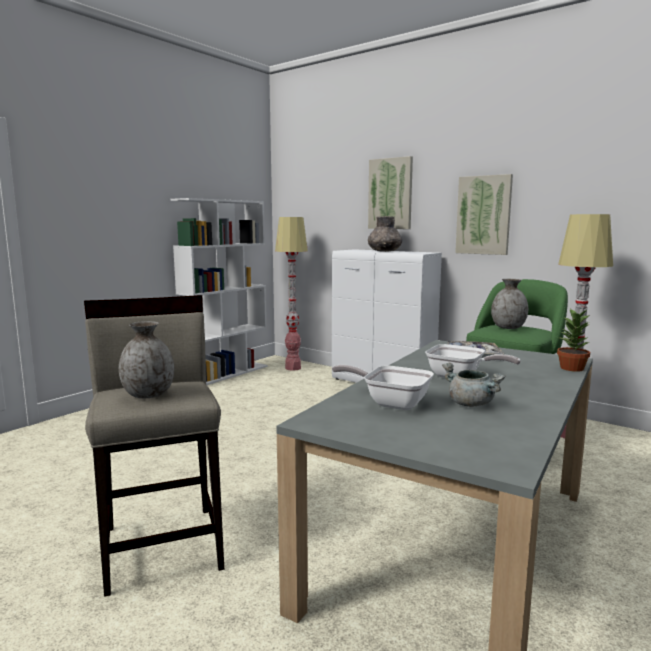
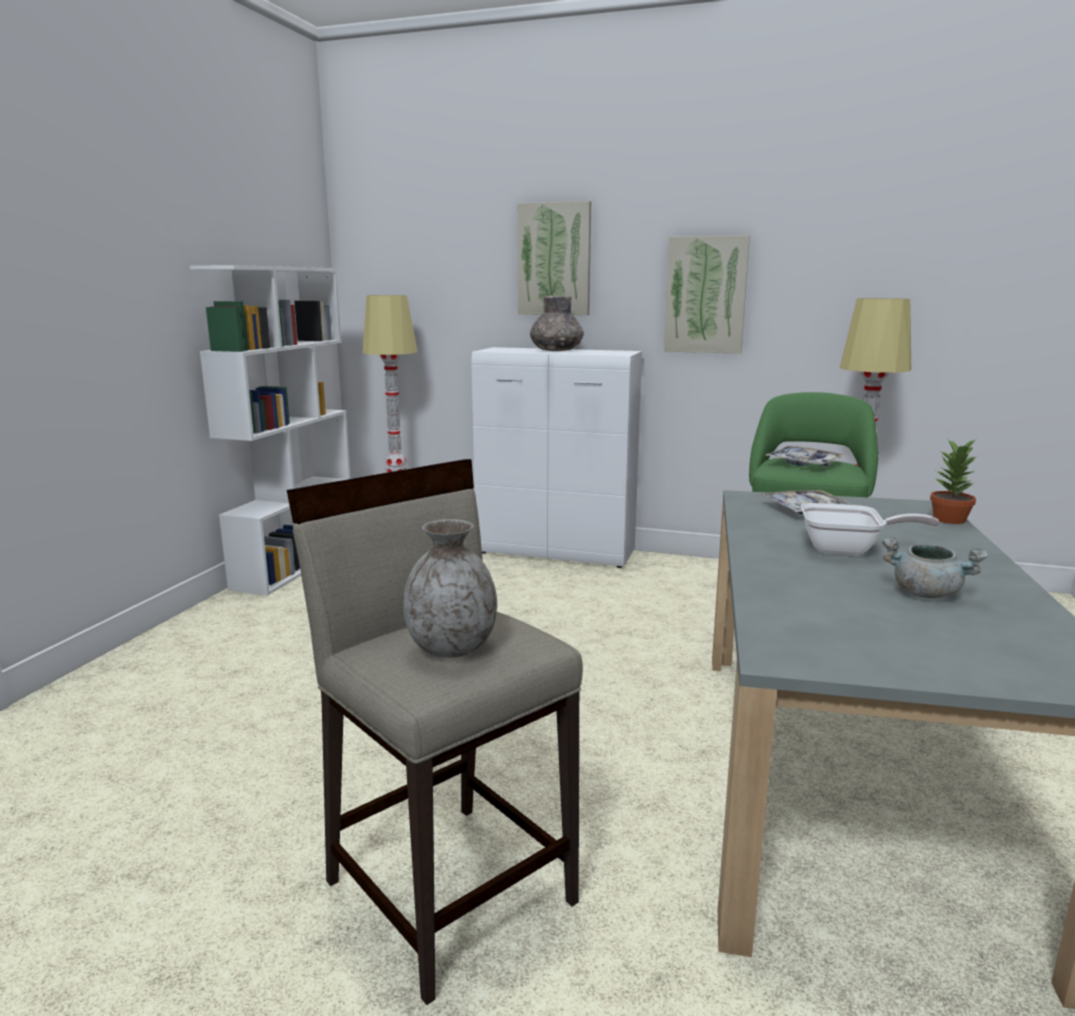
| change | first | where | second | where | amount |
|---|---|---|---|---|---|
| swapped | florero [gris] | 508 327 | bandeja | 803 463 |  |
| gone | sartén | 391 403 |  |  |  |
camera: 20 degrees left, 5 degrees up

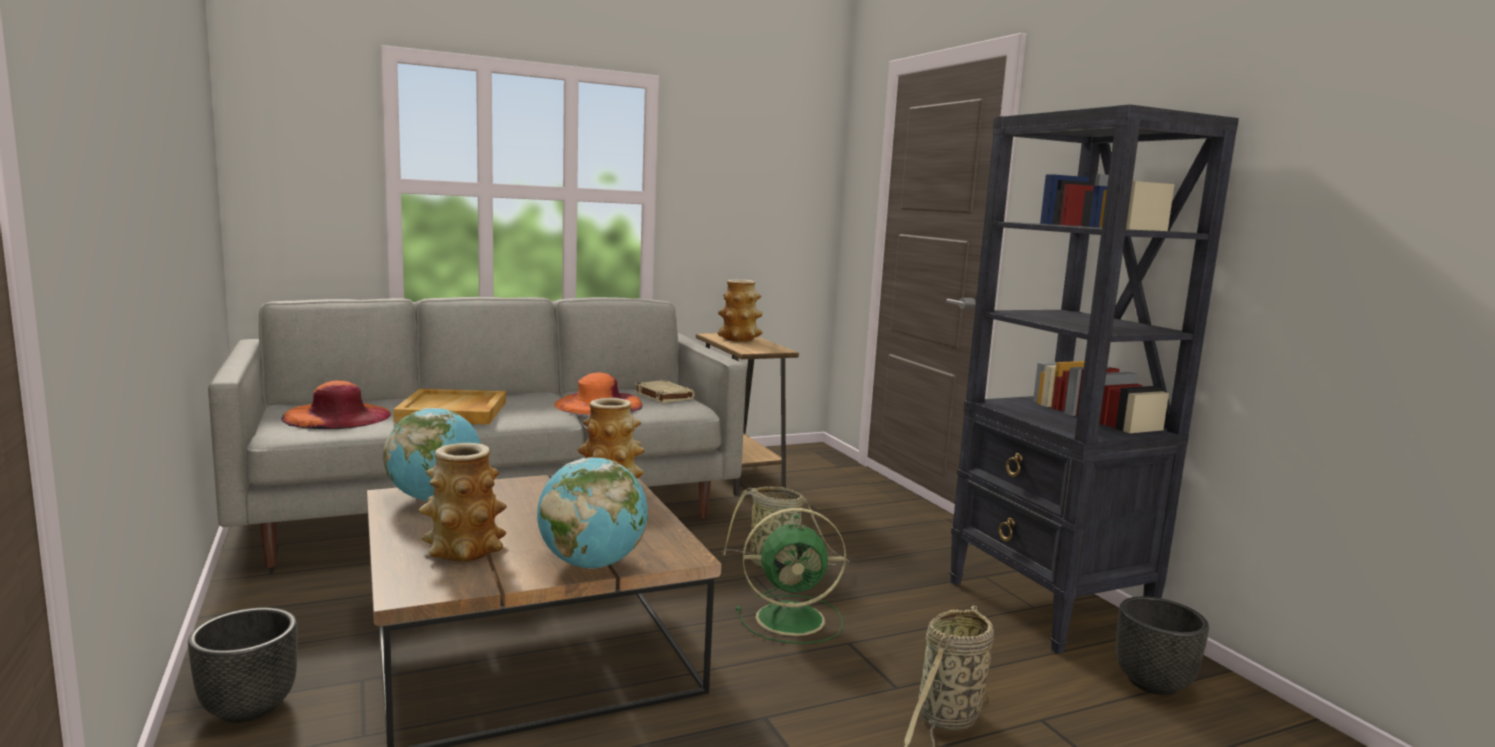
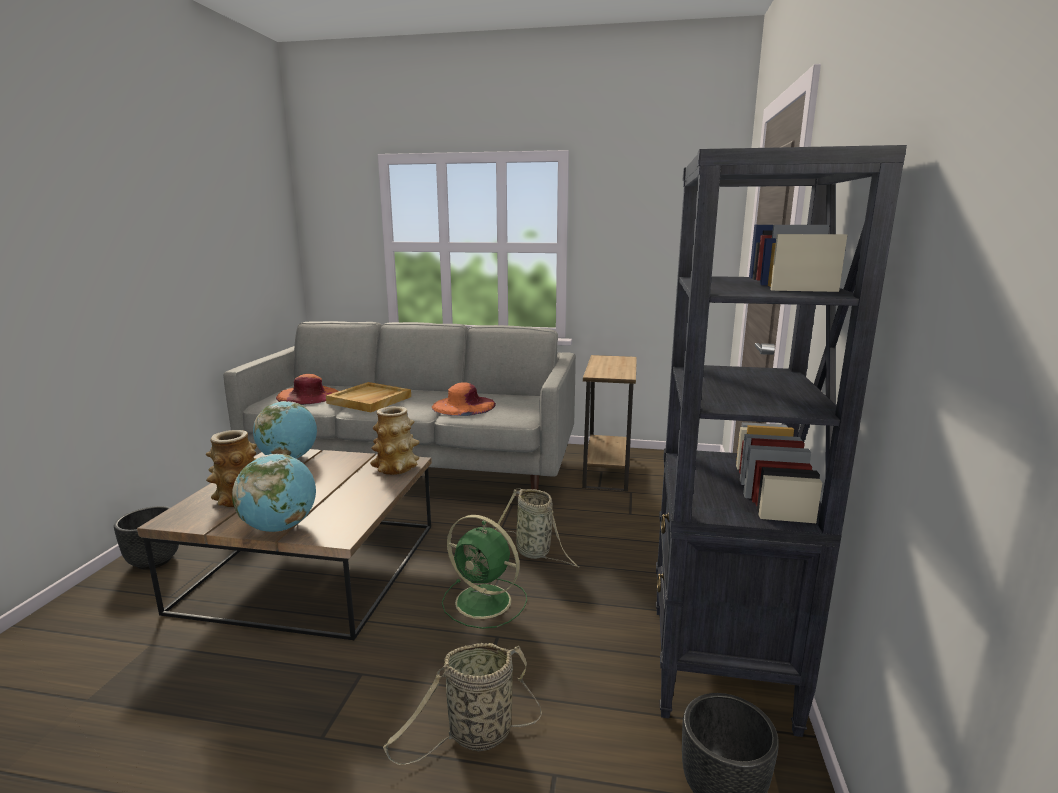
| change | first | where | second | where | amount |
|---|---|---|---|---|---|
| gone | florero | 739 339 |  |  |  |
| gone | libro [beis] | 663 396 |  |  |  |
camera: 35 degrees right, 5 degrees up

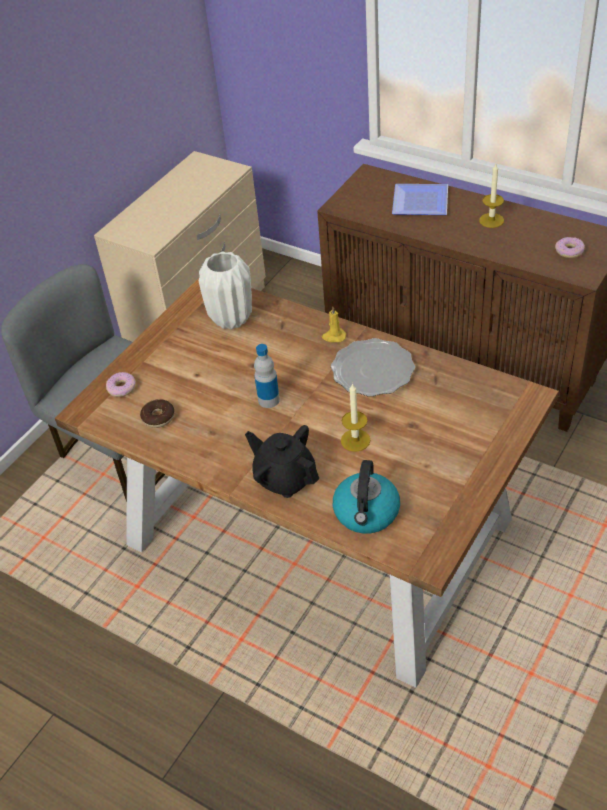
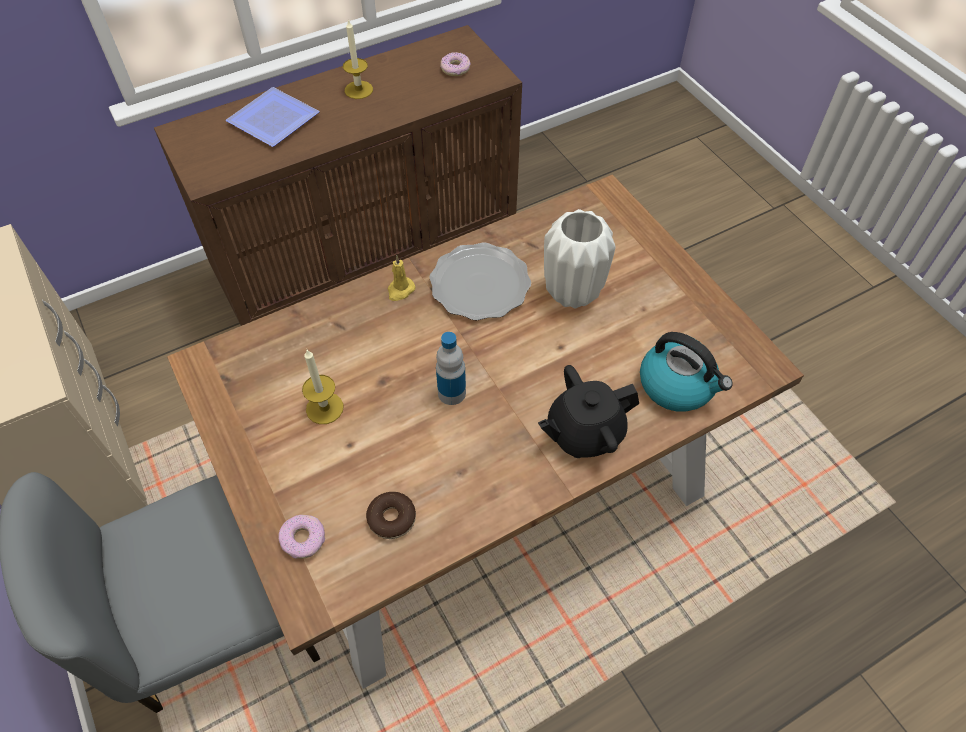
| change | first | where | second | where | amount |
|---|---|---|---|---|---|
| shifted | florero [blanco] | 231 319 |  | 571 292 |  |
| shifted | vela | 355 440 |  | 324 408 |  |
camera: 65 degrees left, 10 degrees up

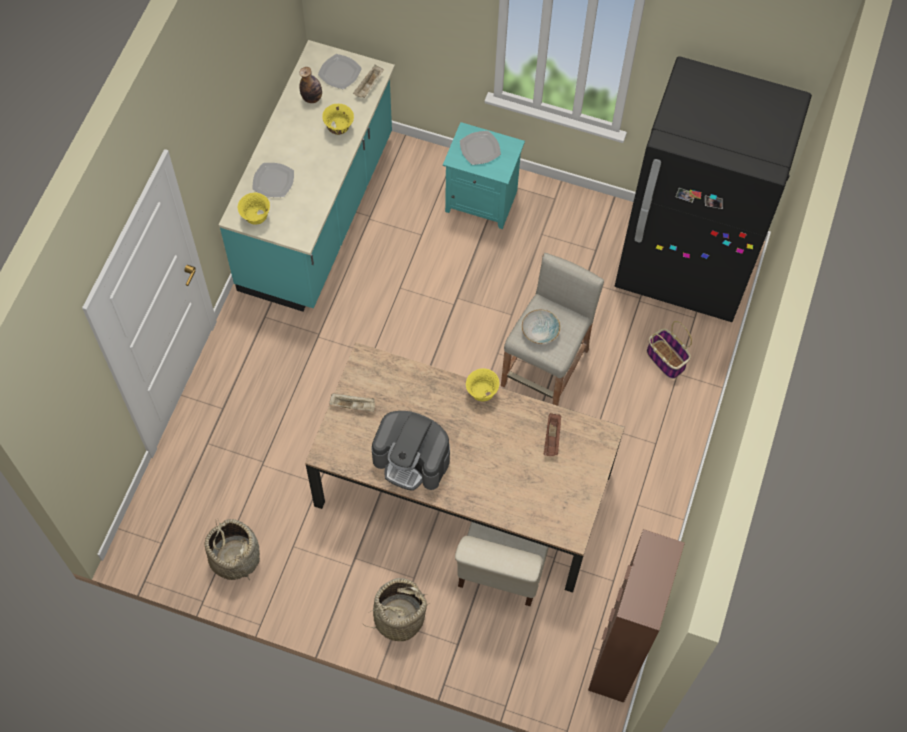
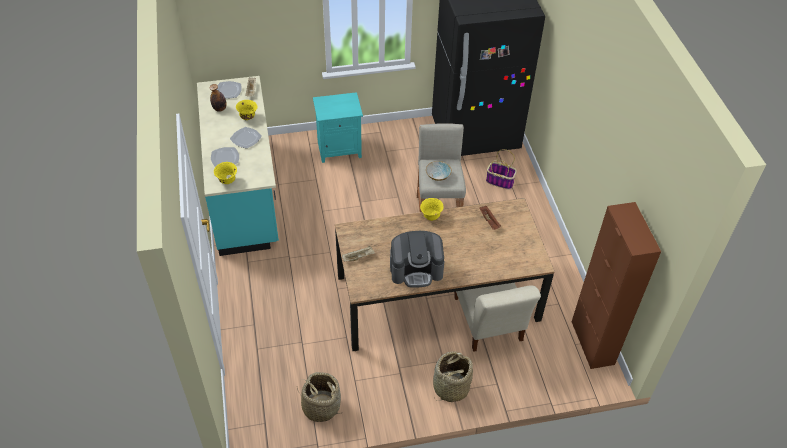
| change | first | where | second | where | amount |
|---|---|---|---|---|---|
| shifted | plato | 479 148 |  | 245 138 |  |
camera: 30 degrees left, 15 degrees down

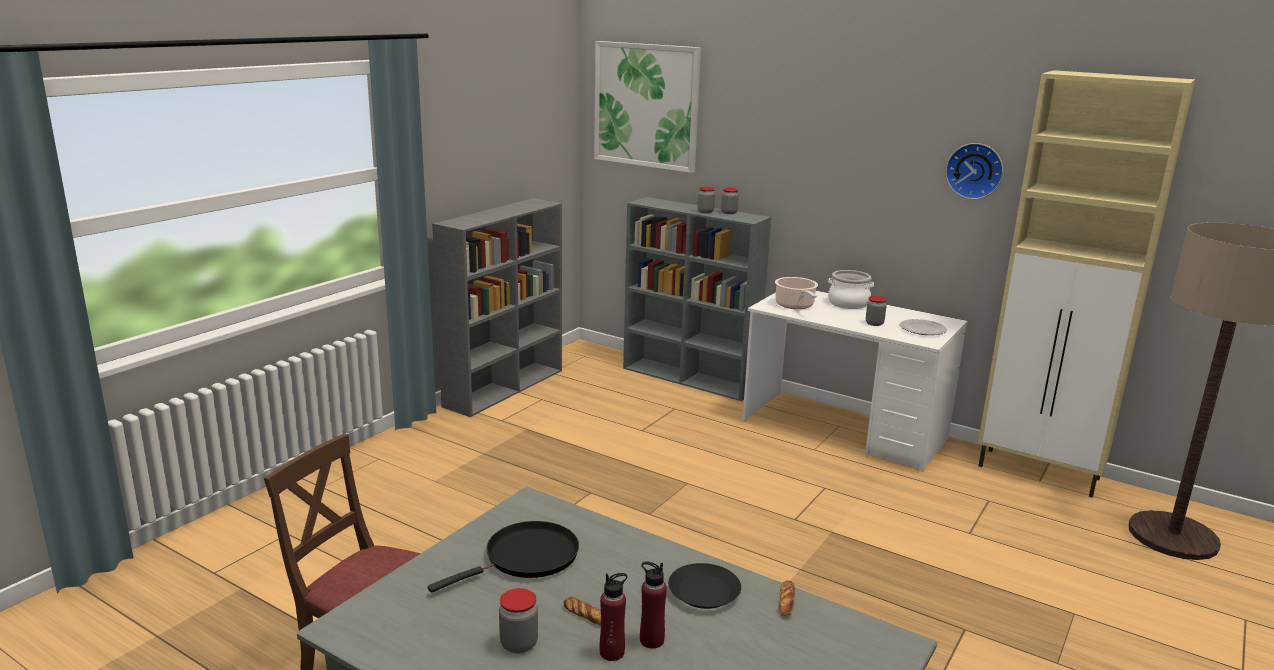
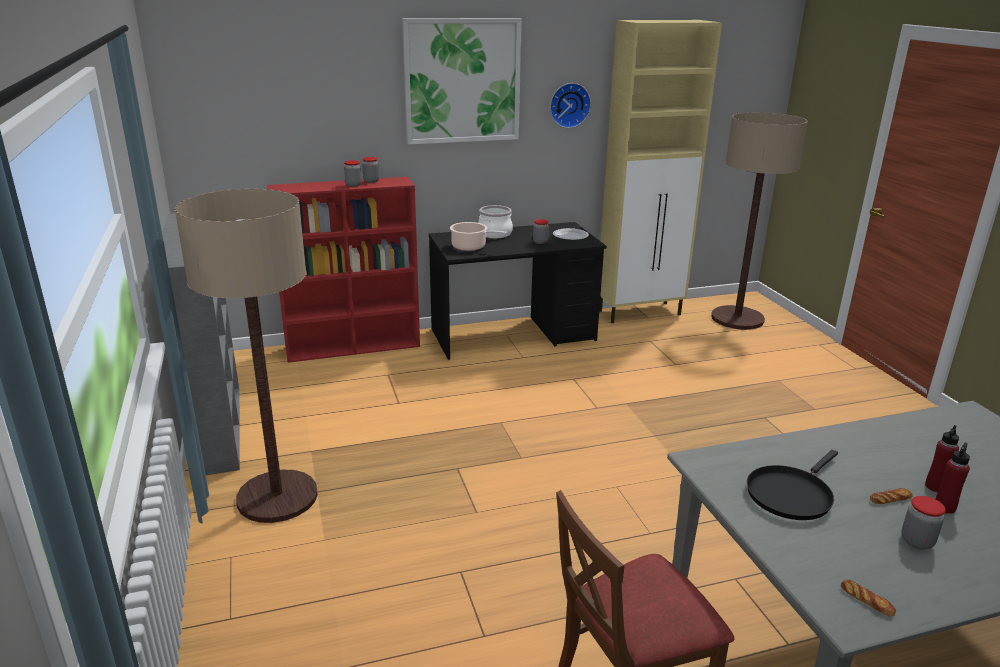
| change | first | where | second | where | amount |
|---|---|---|---|---|---|
| shifted | cuadro | 646 105 |  | 462 81 |  |
| repainted | estantería [gris] | 690 379 | estantería [rojo] | 354 346 |  |
| repainted | escritorio [blanco] | 844 430 | escritorio [negro] | 513 335 |  |
| rotated | sartén [negro] | 526 558 |  | 790 494 | 135 degrees counterclockwise |
| gone | plato [negro] | 703 592 |  |  |  |
| shifted | pan | 786 602 |  | 866 601 |  |
| new |  |  | lámpara de pie | 277 497 |  |
camera: 50 degrees left, 5 degrees up

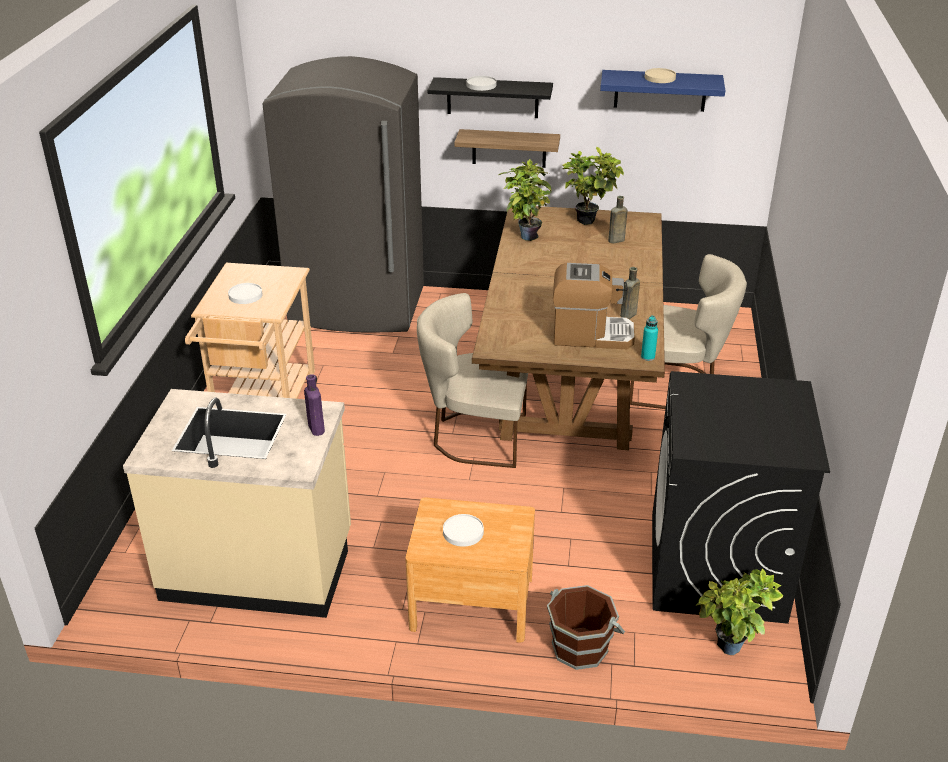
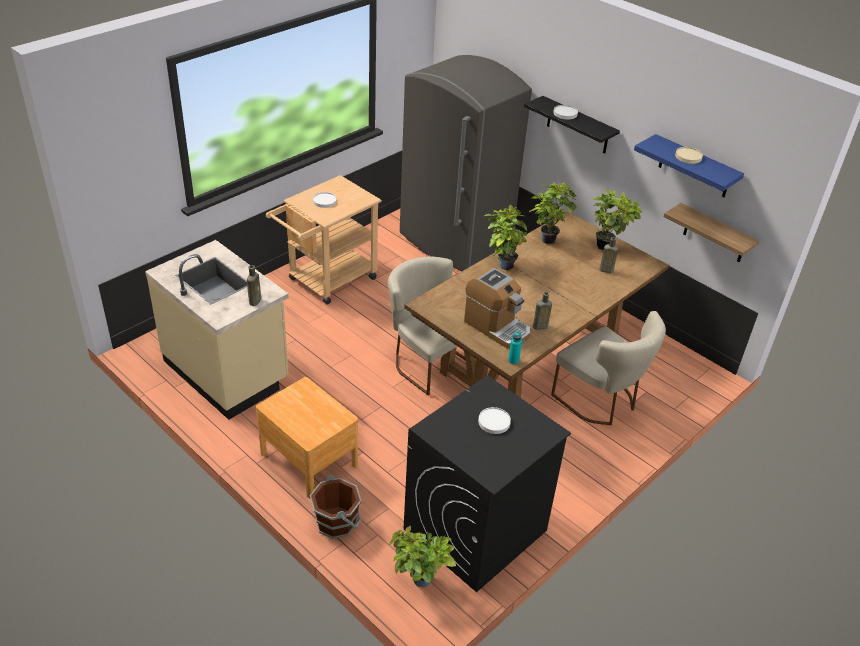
| change | first | where | second | where | amount |
|---|---|---|---|---|---|
| shifted | estante | 509 148 |  | 715 234 |  |
| repainted | botella [morado] | 315 428 | botella [marrón] | 255 300 |  |
| shifted | plato [blanco] | 463 532 |  | 494 422 |  |
| new |  |  | planta en maceta | 502 264 |  |
camera: 35 degrees right, 5 degrees up

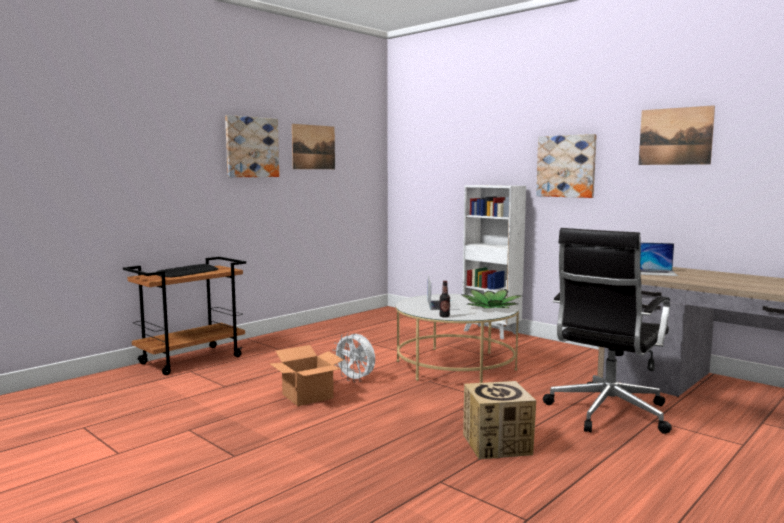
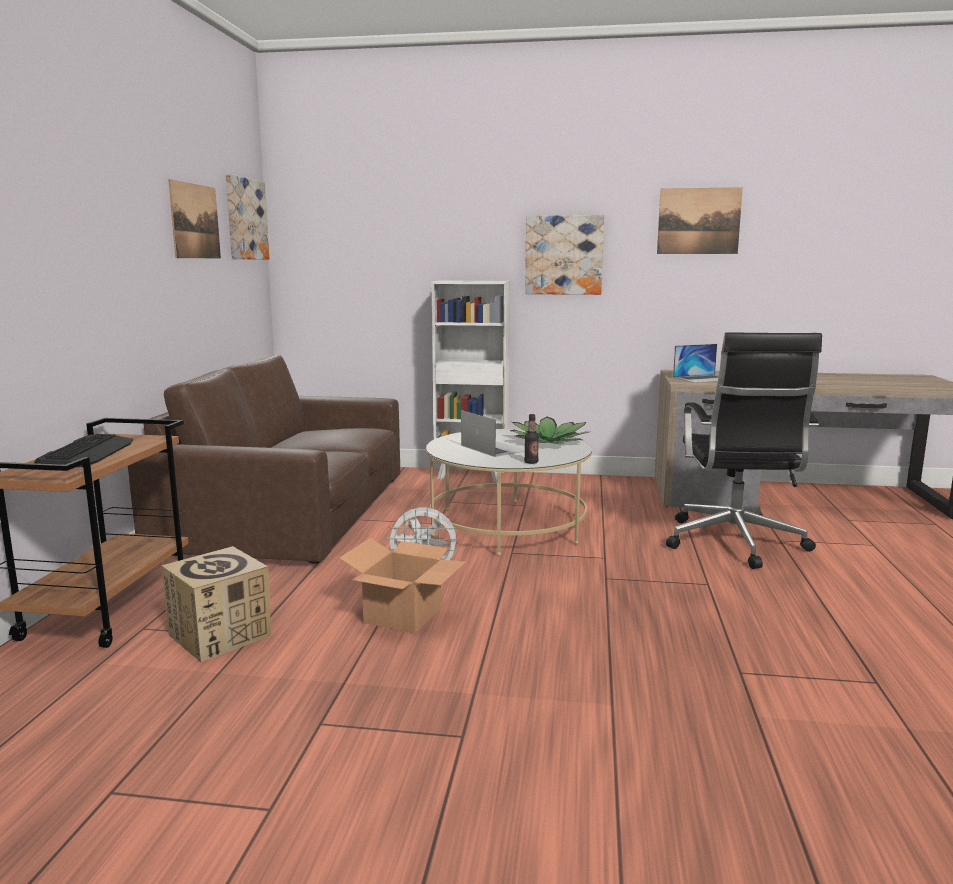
| change | first | where | second | where | amount |
|---|---|---|---|---|---|
| shifted | cuadro | 251 147 |  | 245 219 |  |
| shifted | caja de cartón | 497 444 |  | 220 635 |  |
| new |  |  | sofá [marrón] | 291 513 |  |
camera: 35 degrees left, 5 degrees up

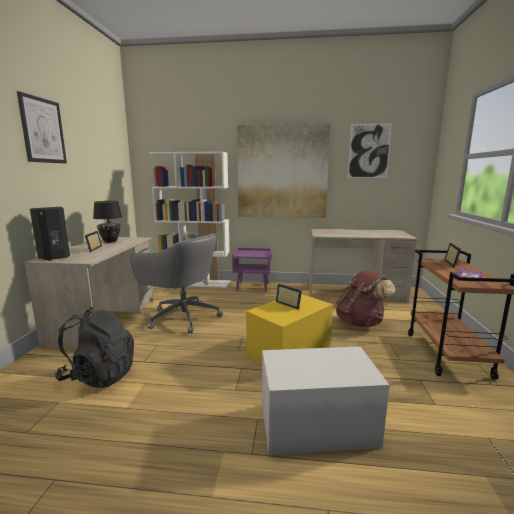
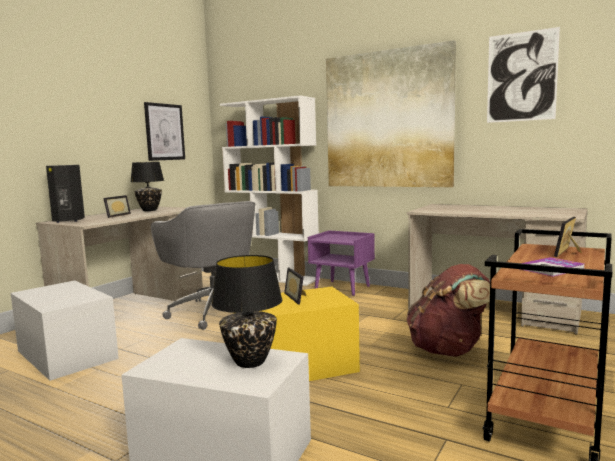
| change | first | where | second | where | amount |
|---|---|---|---|---|---|
| shifted | cuadro | 43 130 |  | 164 132 |  |
| swapped | mochila [negro] | 99 376 | caja de almacenaje [blanco] | 66 354 |  |
| new |  |  | lámpara de mesa [negro] | 251 361 |  |
camera: 25 degrees right, 5 degrees down

